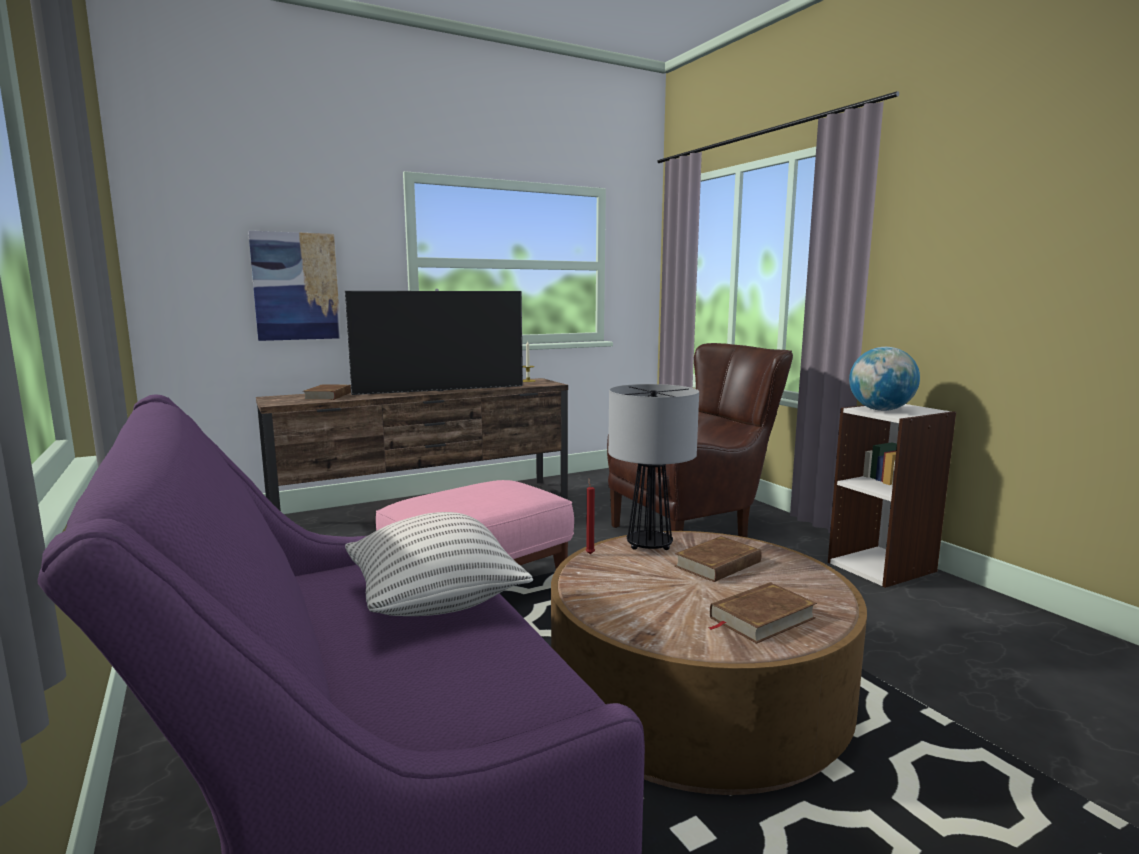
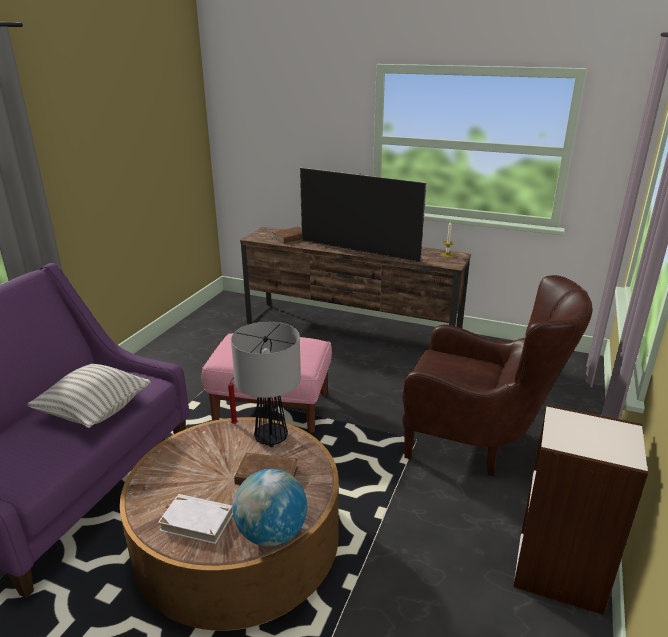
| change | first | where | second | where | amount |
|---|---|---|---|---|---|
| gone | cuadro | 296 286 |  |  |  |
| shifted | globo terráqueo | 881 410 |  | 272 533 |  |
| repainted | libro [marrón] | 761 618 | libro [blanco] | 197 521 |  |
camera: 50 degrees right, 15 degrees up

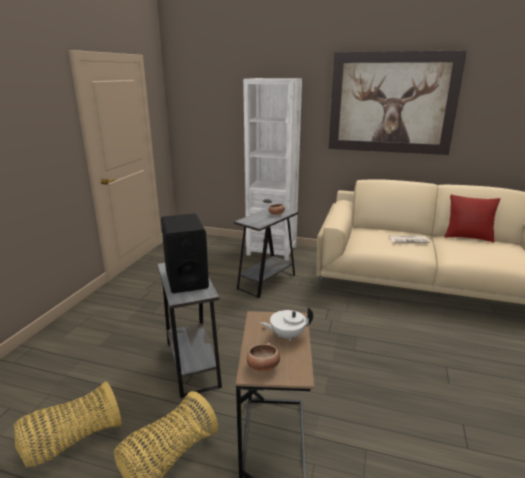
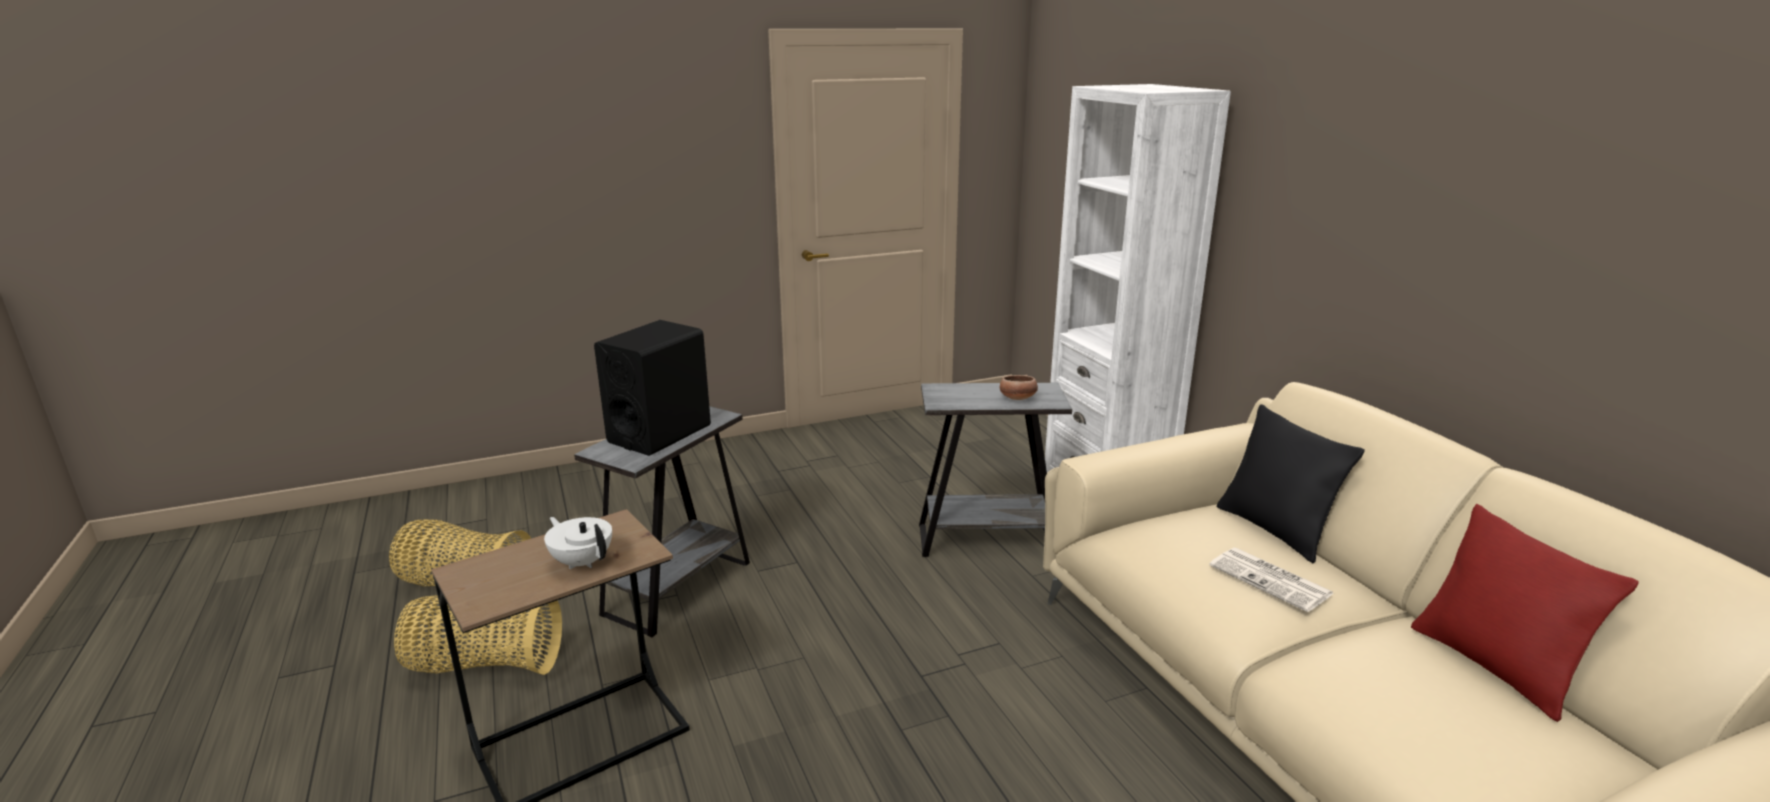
| change | first | where | second | where | amount |
|---|---|---|---|---|---|
| gone | cuadro | 391 103 |  |  |  |
| gone | cuenco | 263 367 |  |  |  |
| new |  |  | cojín [negro] | 1274 530 |  |
camera: 50 degrees right, 0 degrees up

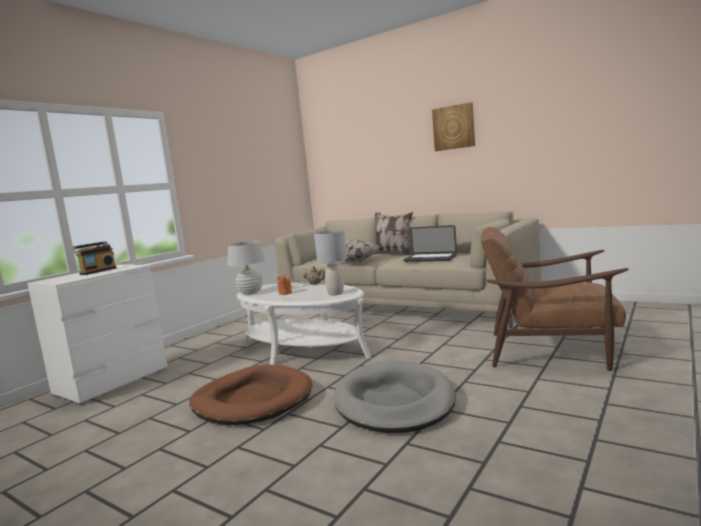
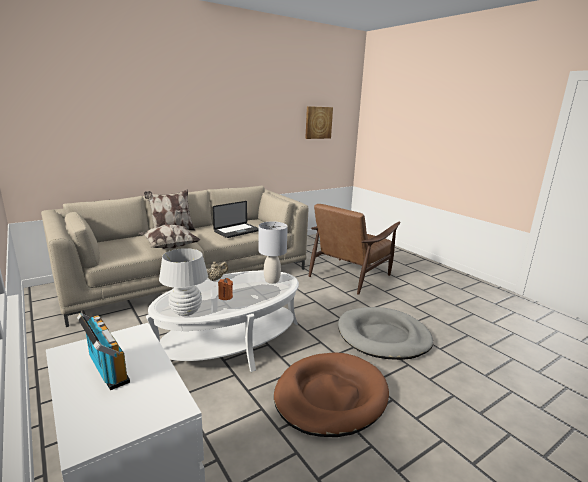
| change | first | where | second | where | amount |
|---|---|---|---|---|---|
| shifted | cuadro | 453 127 |  | 318 122 |  |
camera: 70 degrees left, 10 degrees up

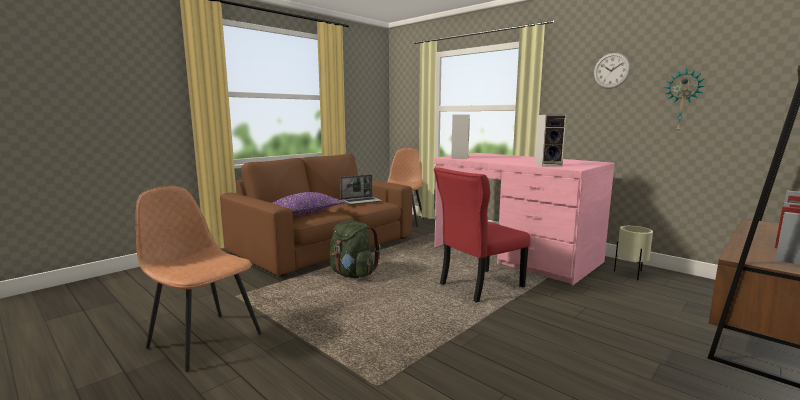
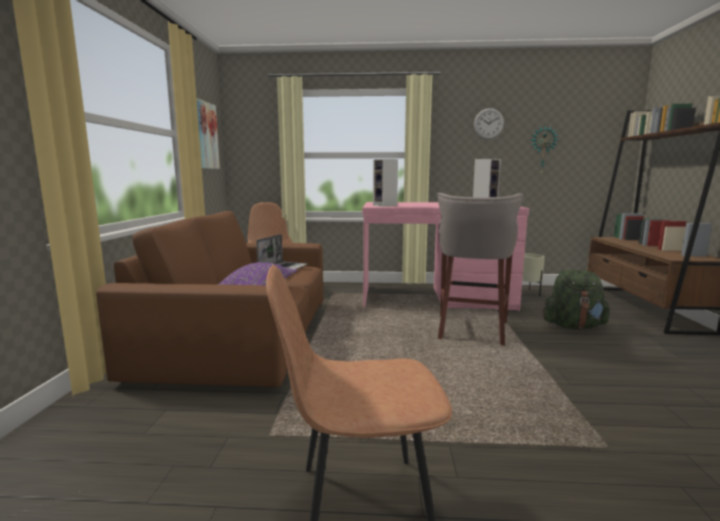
| change | first | where | second | where | amount |
|---|---|---|---|---|---|
| swapped | silla [rojo] | 478 286 | taburete [gris] | 471 331 |  |
| shifted | mochila [verde] | 352 274 |  | 573 326 |  |
| new |  |  | cuadro | 205 135 |  |
camera: 40 degrees left, 0 degrees up

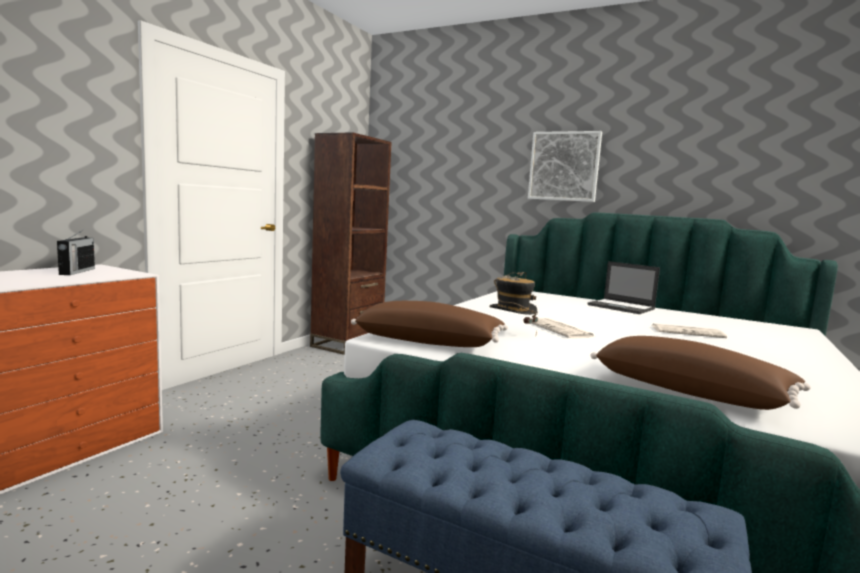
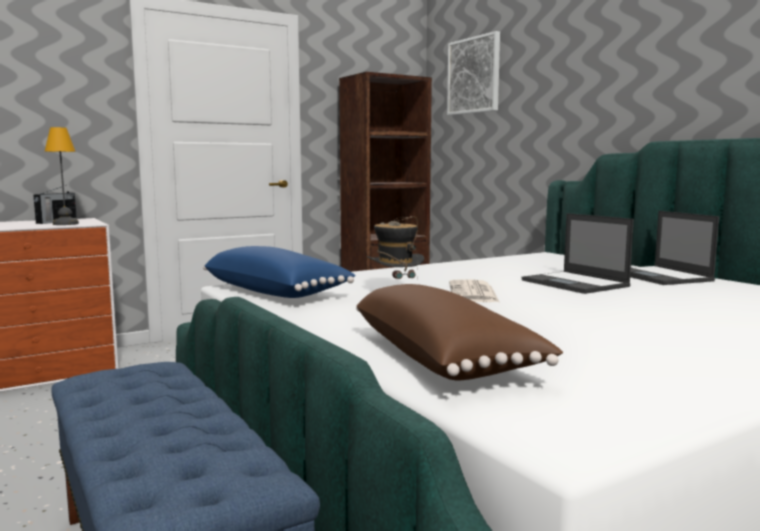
| change | first | where | second | where | amount |
|---|---|---|---|---|---|
| shifted | cuadro | 564 166 |  | 474 75 |  |
| repainted | cojín [marrón] | 429 341 | cojín [azul] | 276 292 |  |
| gone | periódico | 688 332 |  |  |  |
| new |  |  | lámpara de mesa | 65 224 |  |
| new |  |  | portátil | 575 283 |  |
camera: 30 degrees right, 0 degrees up

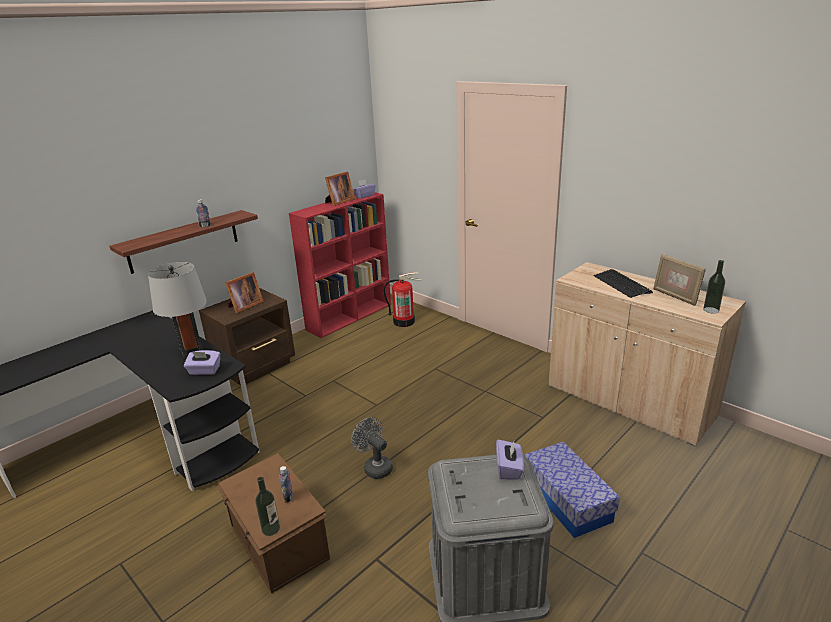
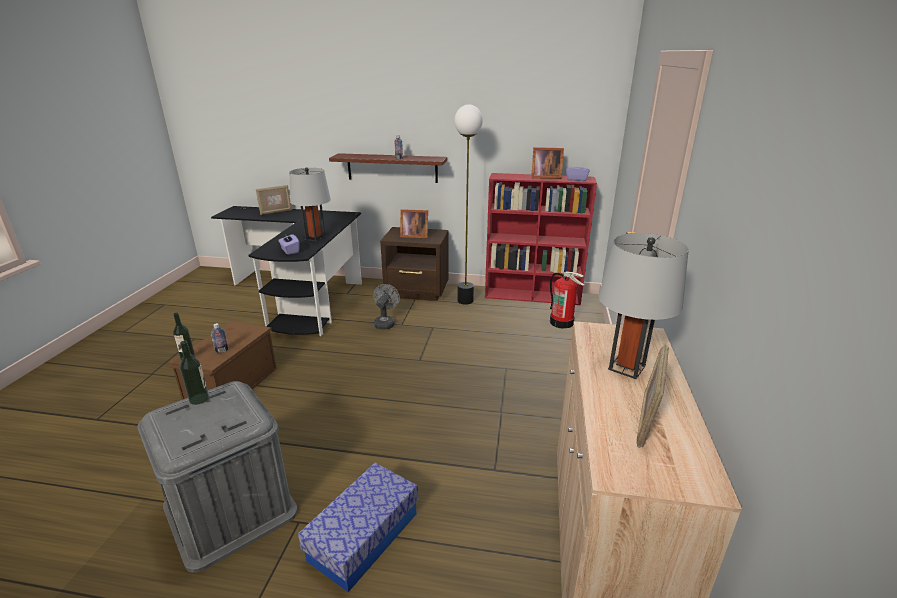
| change | first | where | second | where | amount |
|---|---|---|---|---|---|
| shifted | botella | 711 310 |  | 199 399 |  |
| swapped | teclado | 622 284 | lámpara de mesa [gris] | 627 367 |  |
| shifted | ventilador [gris] | 375 467 |  | 385 323 |  |
| gone | caja de pañuelos [morado] | 509 469 |  |  |  |
| new |  |  | lámpara de pie | 465 300 |  |
| new |  |  | portarretratos | 275 212 |  |
camera: 55 degrees right, 0 degrees up

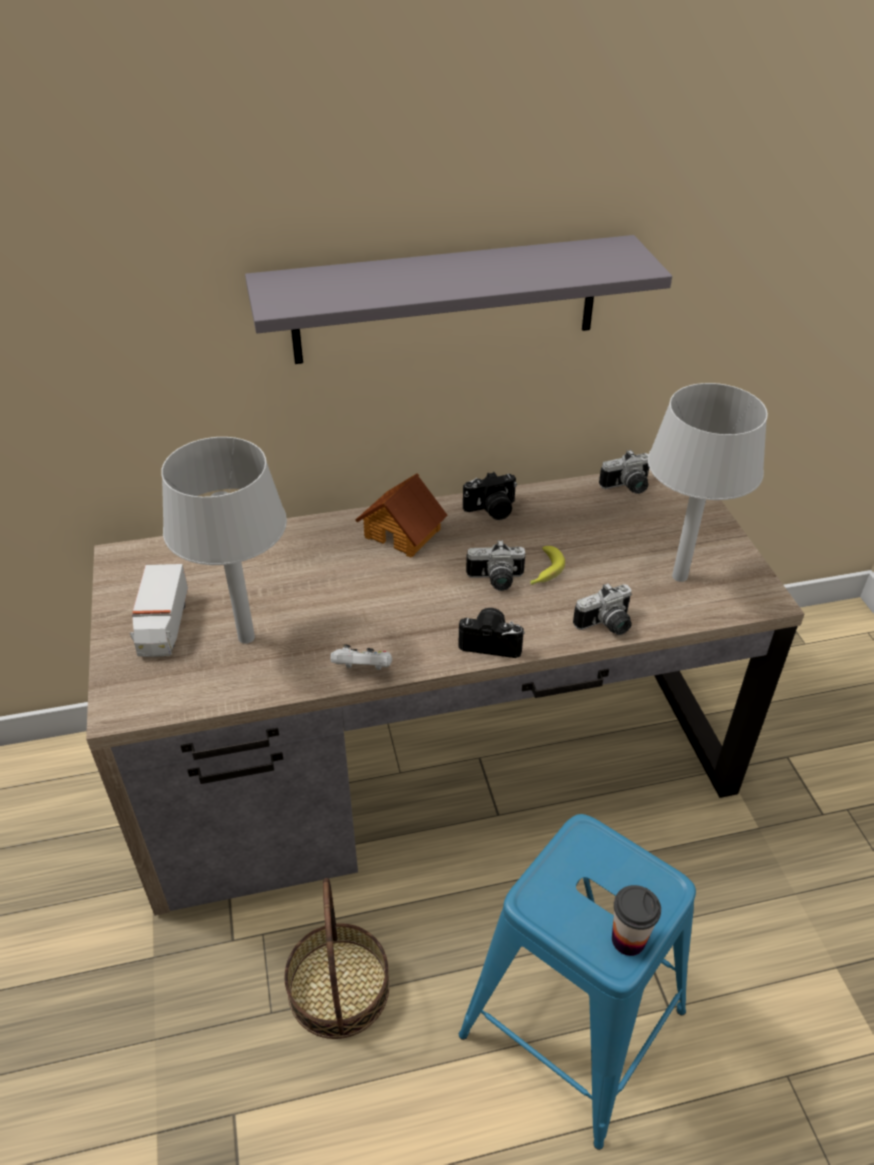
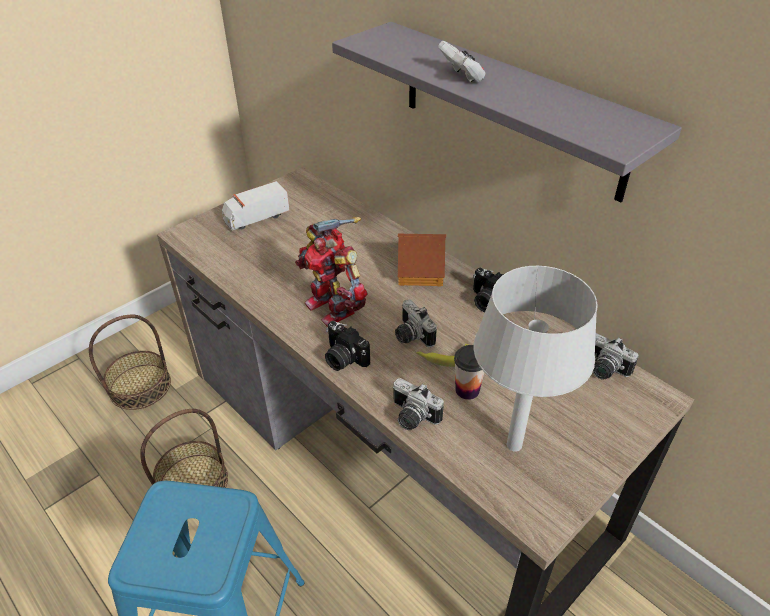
| change | first | where | second | where | amount |
|---|---|---|---|---|---|
| gone | lámpara de mesa [gris] | 247 637 |  |  |  |
| rotated | cámara | 491 642 |  | 343 358 | 150 degrees clockwise |
| shifted | mando de consola [blanco] | 363 669 |  | 462 77 |  |
| shifted | taza | 628 939 |  | 467 390 |  |
| new |  |  | robot de juguete | 333 307 |  |
| new |  |  | cesta | 140 386 |  |
camera: 60 degrees right, 0 degrees up

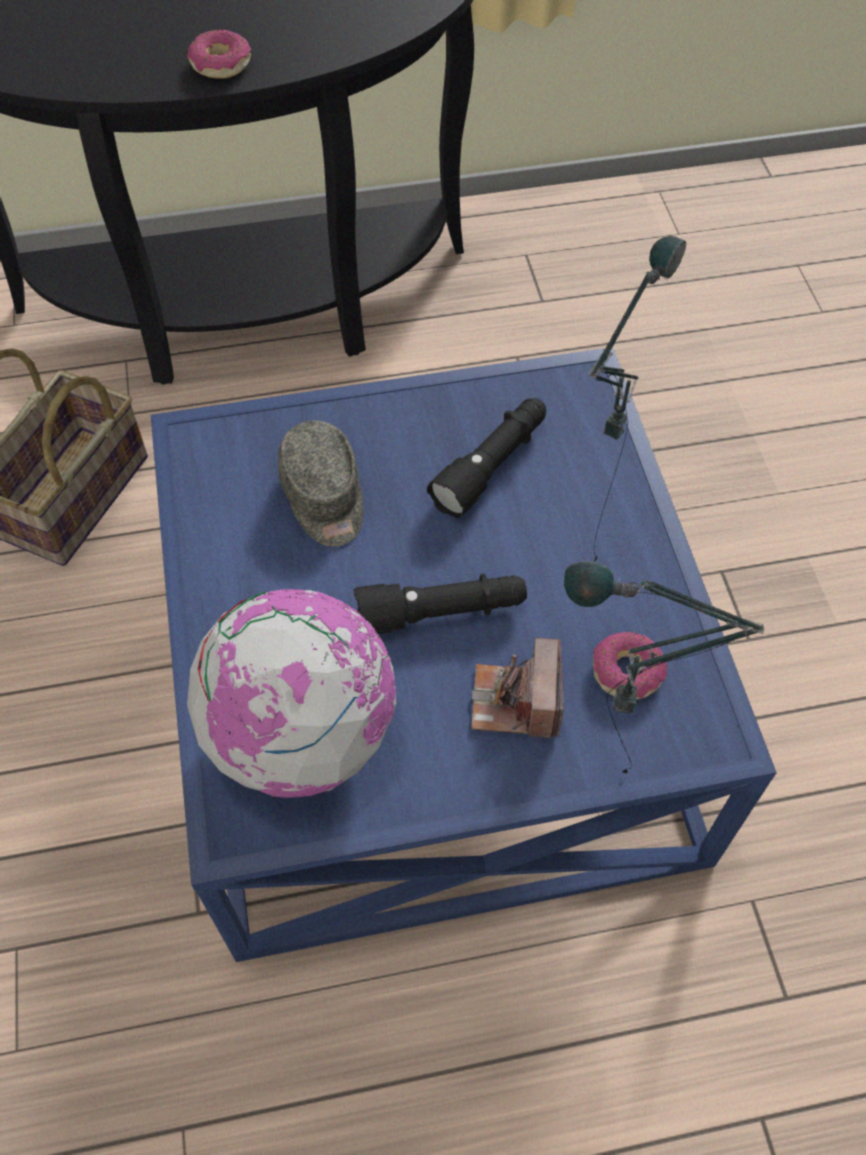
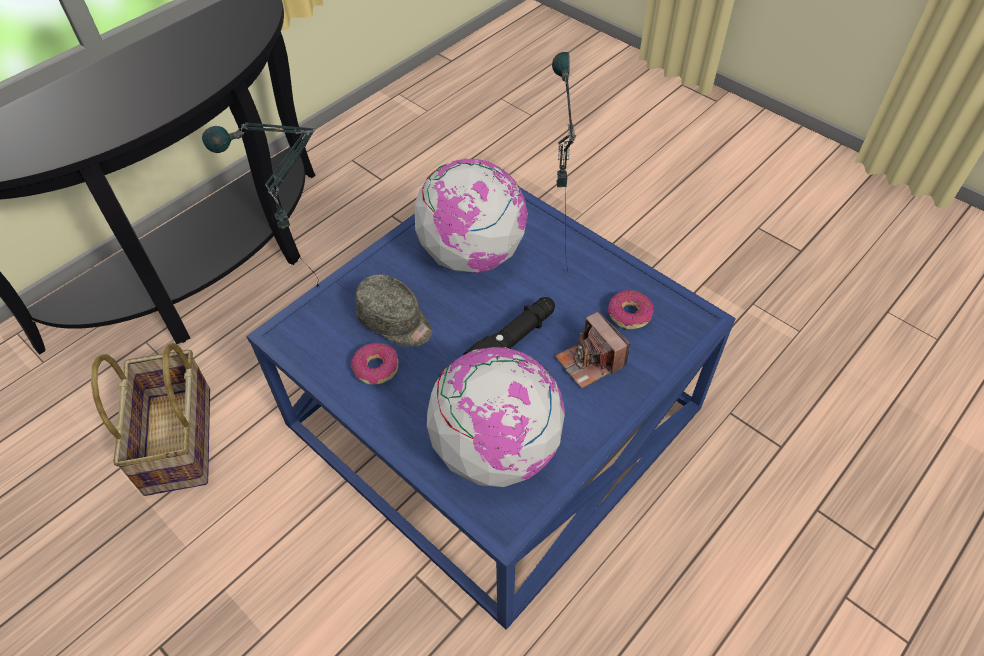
| change | first | where | second | where | amount |
|---|---|---|---|---|---|
| shifted | rosquilla | 220 65 |  | 376 368 |  |
| swapped | linterna [negro] | 491 465 | globo terráqueo | 472 254 |  |
| shifted | lámpara de mesa | 602 789 |  | 311 299 |  |
camera: 35 degrees left, 5 degrees down

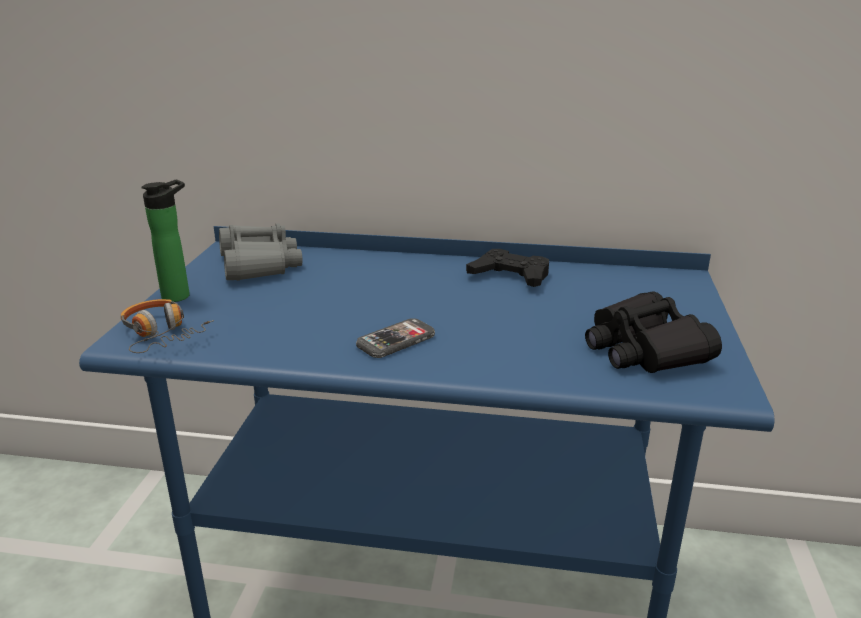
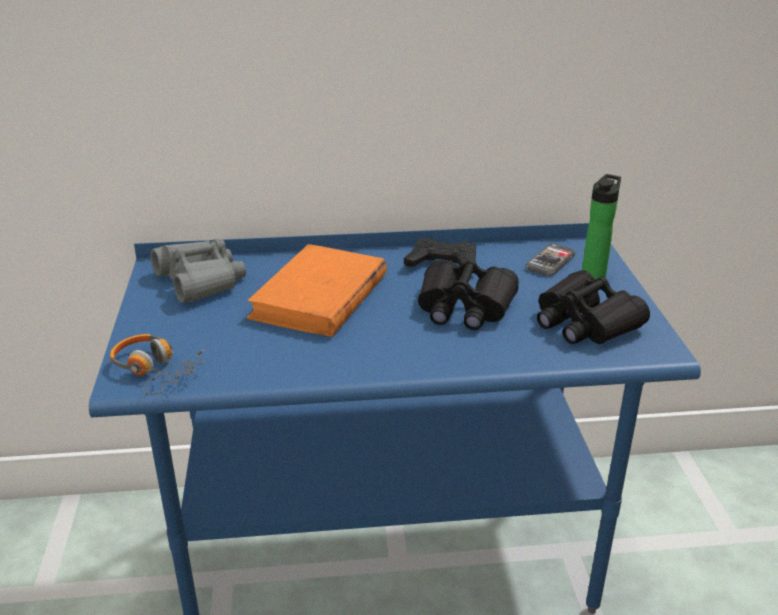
| change | first | where | second | where | amount |
|---|---|---|---|---|---|
| shifted | botella | 180 295 |  | 594 275 |  |
| shifted | móvil | 396 340 |  | 550 262 |  |
| new |  |  | libro [naranja] | 319 297 |  |
| new |  |  | prismáticos [negro] | 464 307 |  |
camera: 15 degrees left, 5 degrees up

